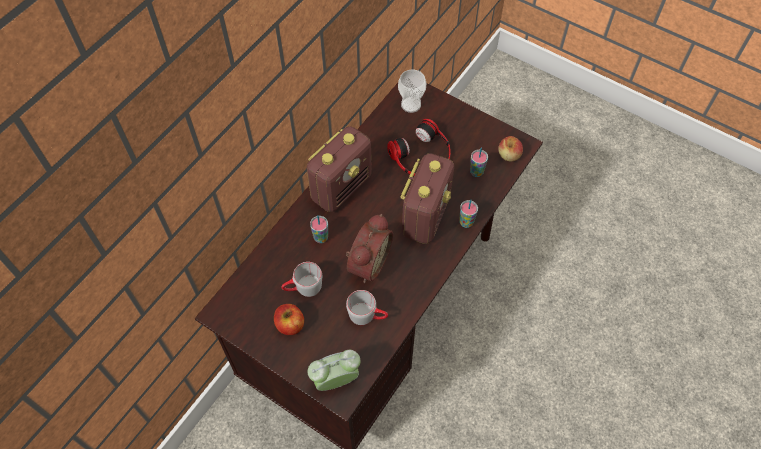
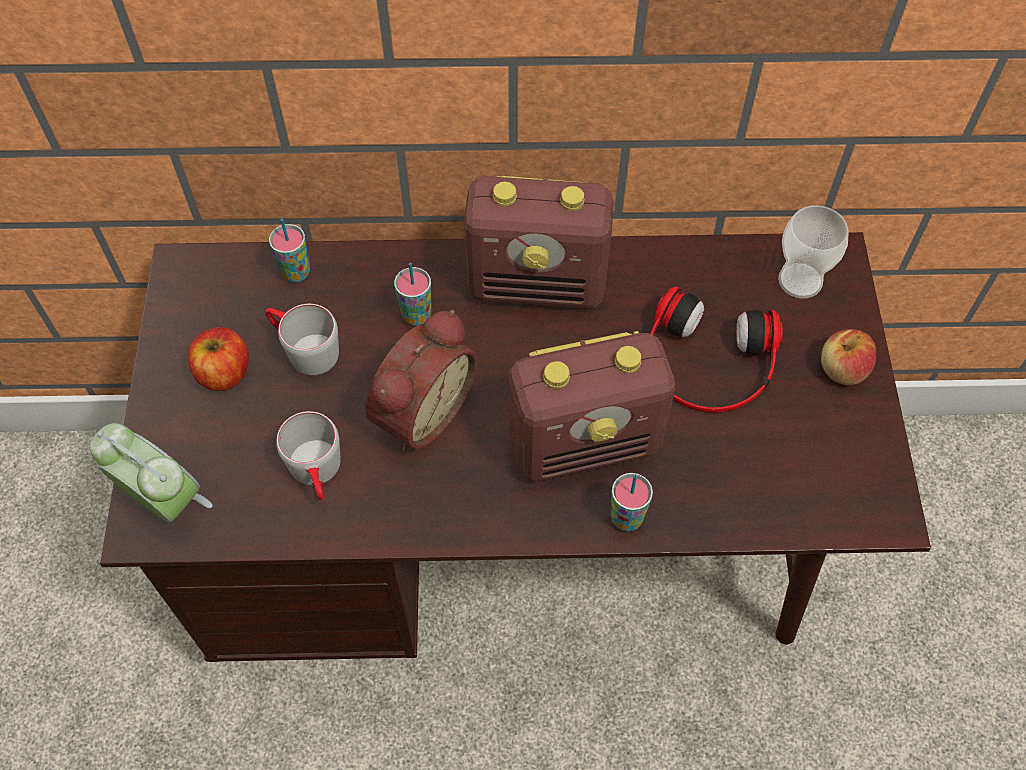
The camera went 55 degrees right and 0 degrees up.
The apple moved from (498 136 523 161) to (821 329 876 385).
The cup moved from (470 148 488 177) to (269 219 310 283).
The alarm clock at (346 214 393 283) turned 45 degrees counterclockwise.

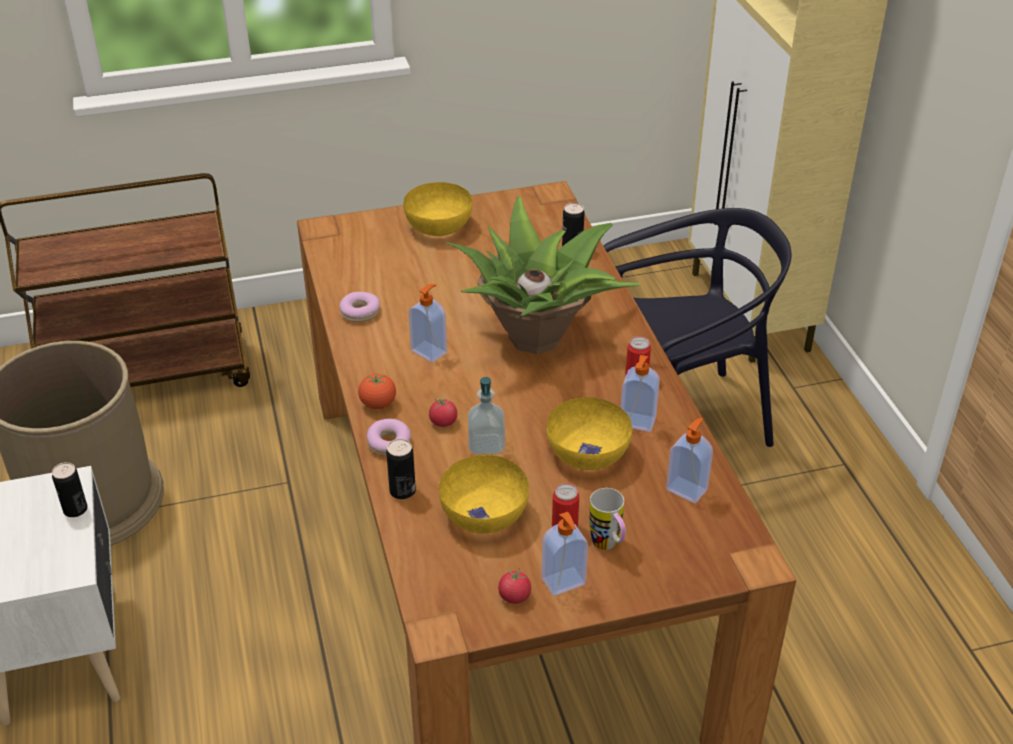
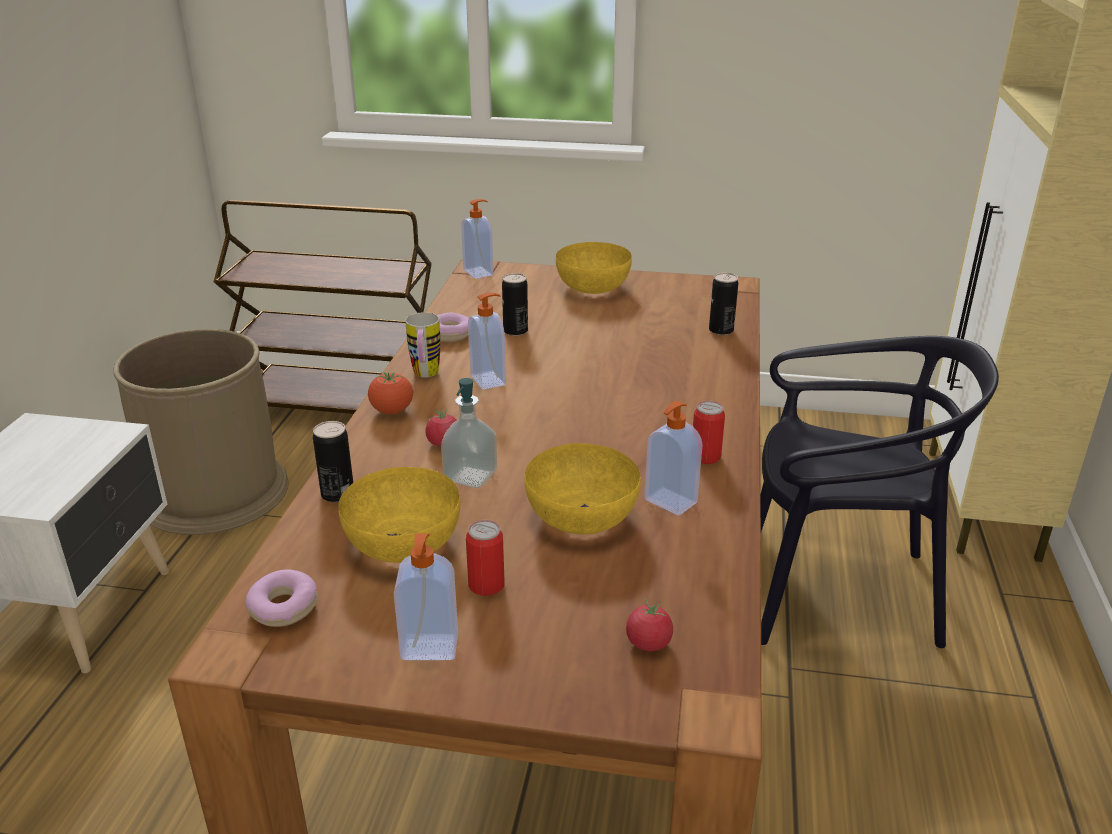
The camera went 25 degrees right and 10 degrees down.
The potted plant at (446 196 640 354) disappeared.
The soap dispenser moved from (666 418 713 503) to (461 199 493 279).
The donut moved from (367 419 411 455) to (245 569 317 627).
The can moved from (52 462 88 517) to (502 273 528 336).
The mug moved from (589 488 626 550) to (405 312 440 378).
The tomato moved from (498 568 531 604) to (626 597 673 651).

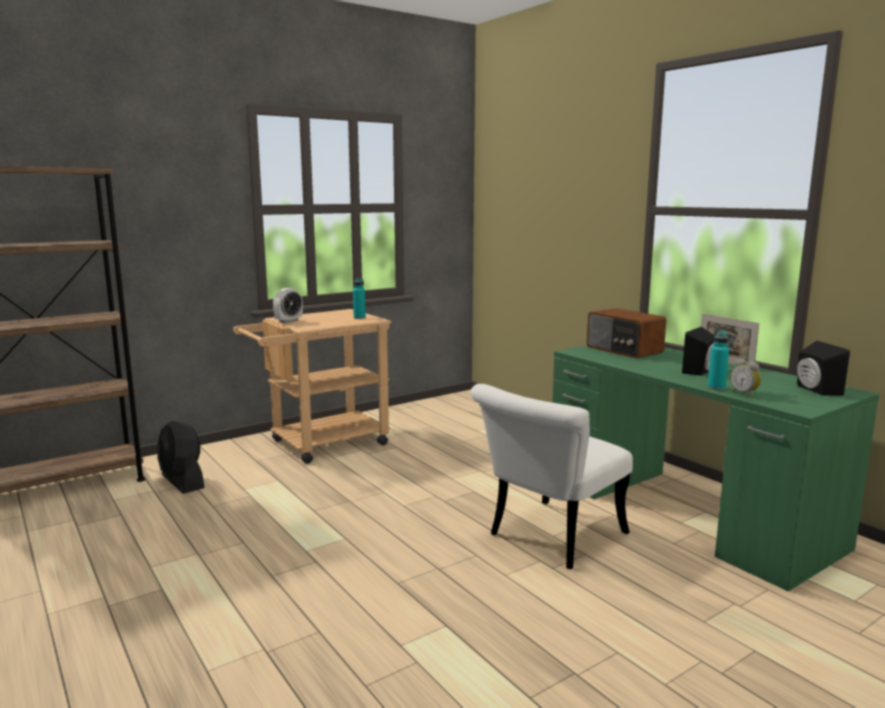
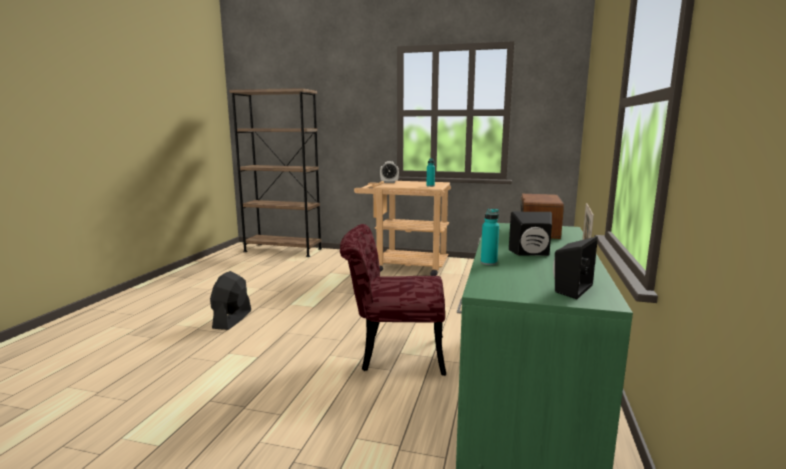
The camera went 50 degrees right and 0 degrees up.
The alarm clock at (731 358 761 398) disappeared.
The white chair at (471 384 633 569) became the red chair at (340 224 446 376).
The black fan moved from (157 421 205 494) to (210 271 251 330).

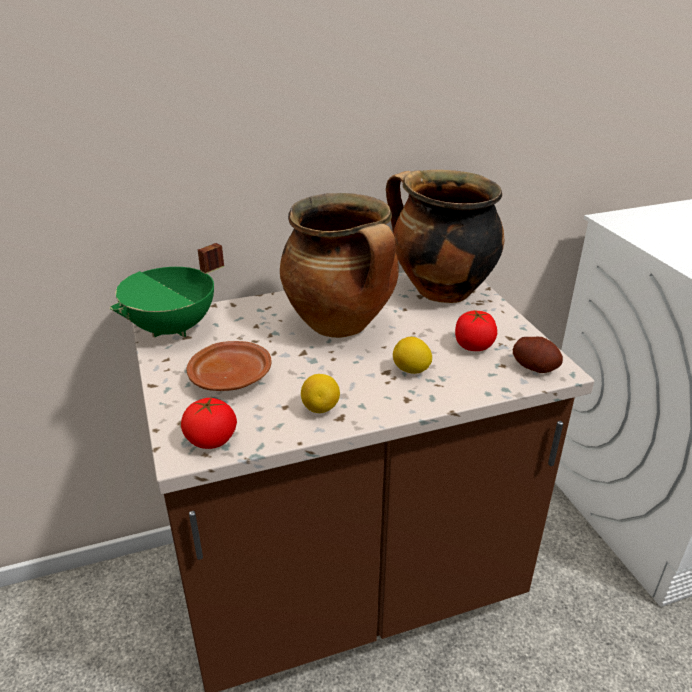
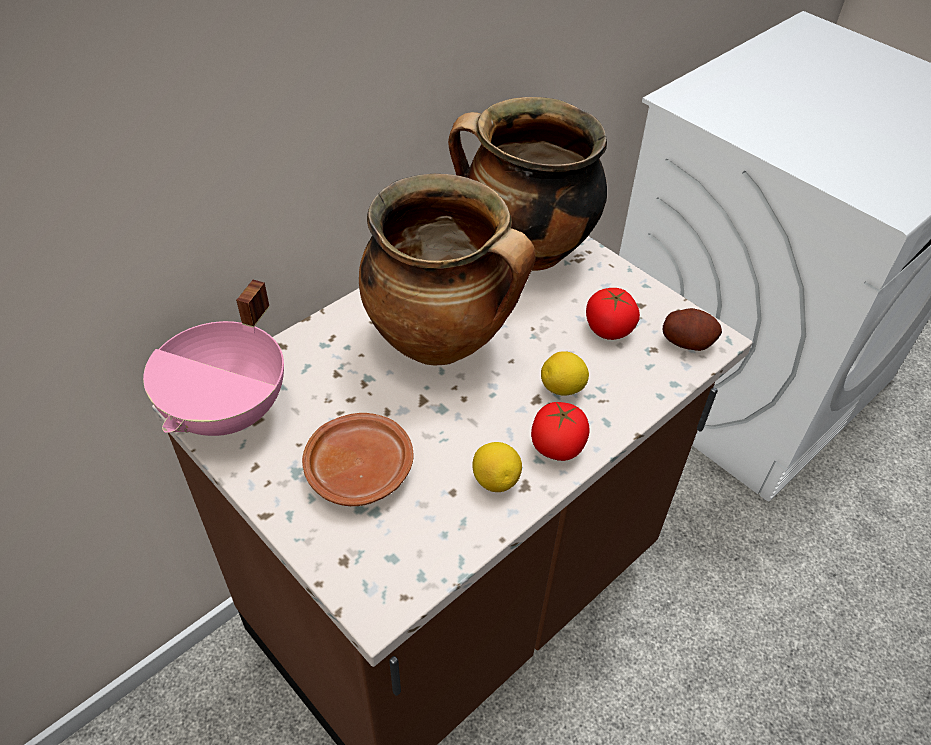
The camera went 25 degrees left and 15 degrees up.
The green cooking pot at (110 243 224 338) became the pink cooking pot at (143 280 284 436).
The tomato moved from (181 397 237 449) to (531 402 590 461).

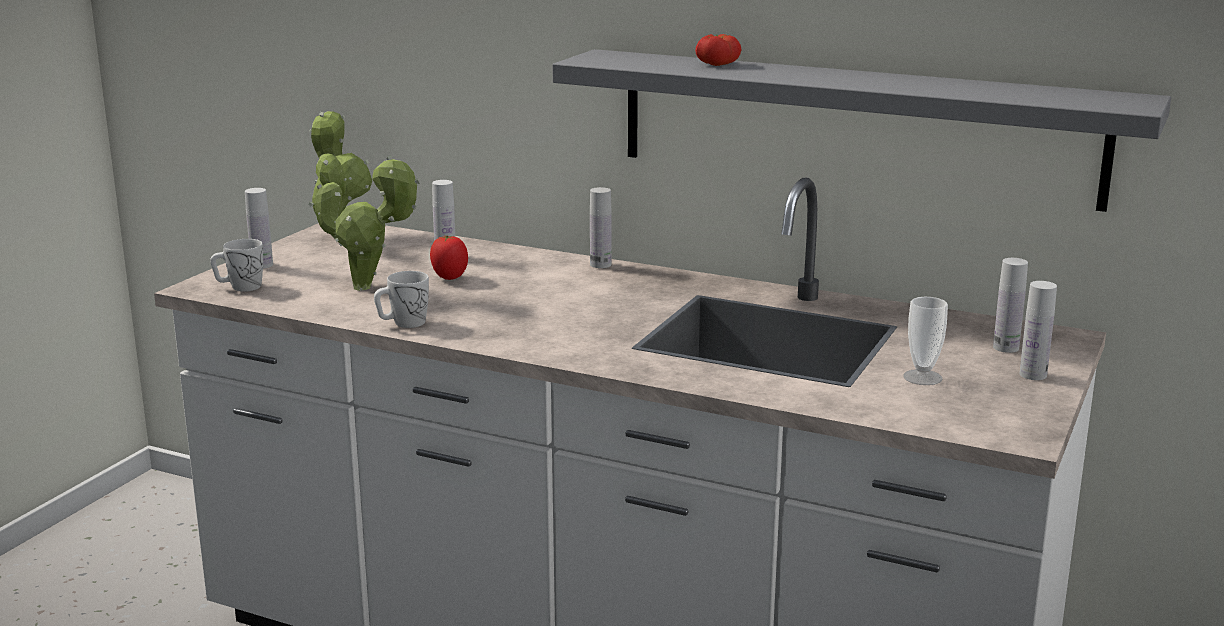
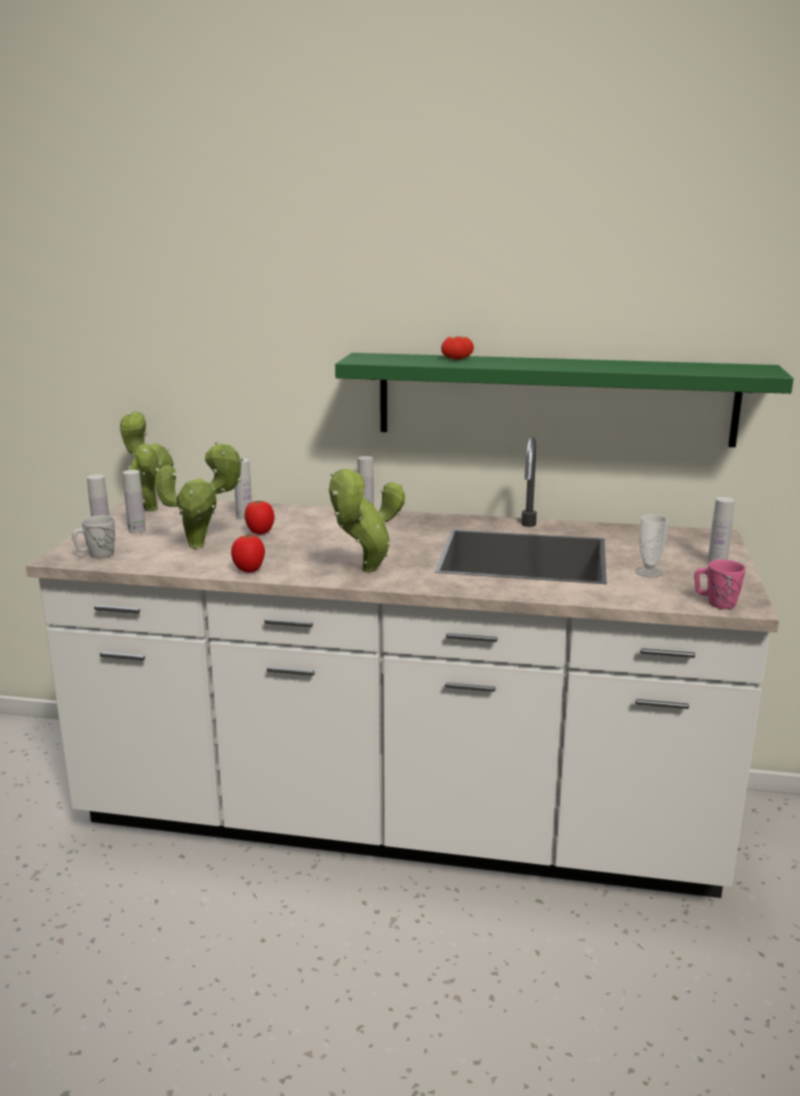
The camera went 15 degrees left and 0 degrees up.
The grey shelf at (552 49 1171 212) became the green shelf at (335 353 794 447).
The white bottle moved from (993 258 1028 353) to (123 470 146 533).
The white mug at (374 271 429 328) was replaced by the tomato at (231 535 265 573).
The potted plant at (329 468 405 572) appeared.
The pink mug at (694 560 745 609) appeared.

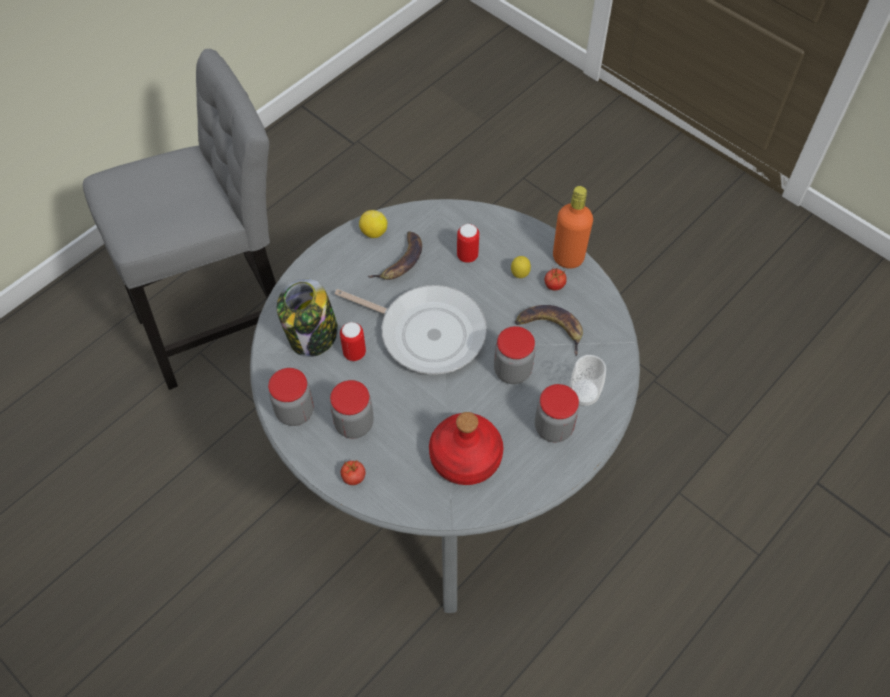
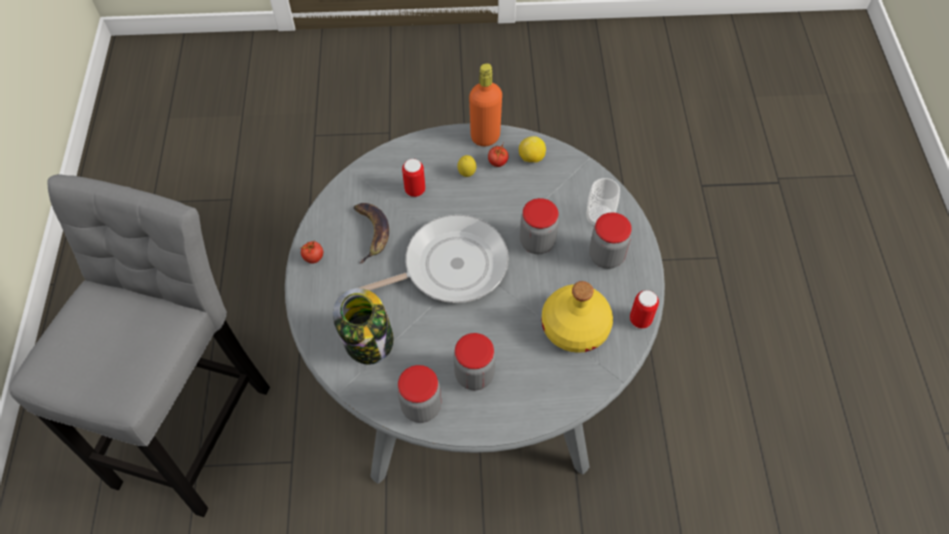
The camera went 45 degrees left and 0 degrees up.
The lemon moved from (359 210 387 238) to (519 136 546 163).
The banana at (515 305 583 356) disappeared.
The can moved from (340 322 366 361) to (630 290 659 329).
The red bottle at (429 412 503 485) became the yellow bottle at (542 281 613 353).
The tomato moved from (341 460 365 485) to (301 241 323 264).

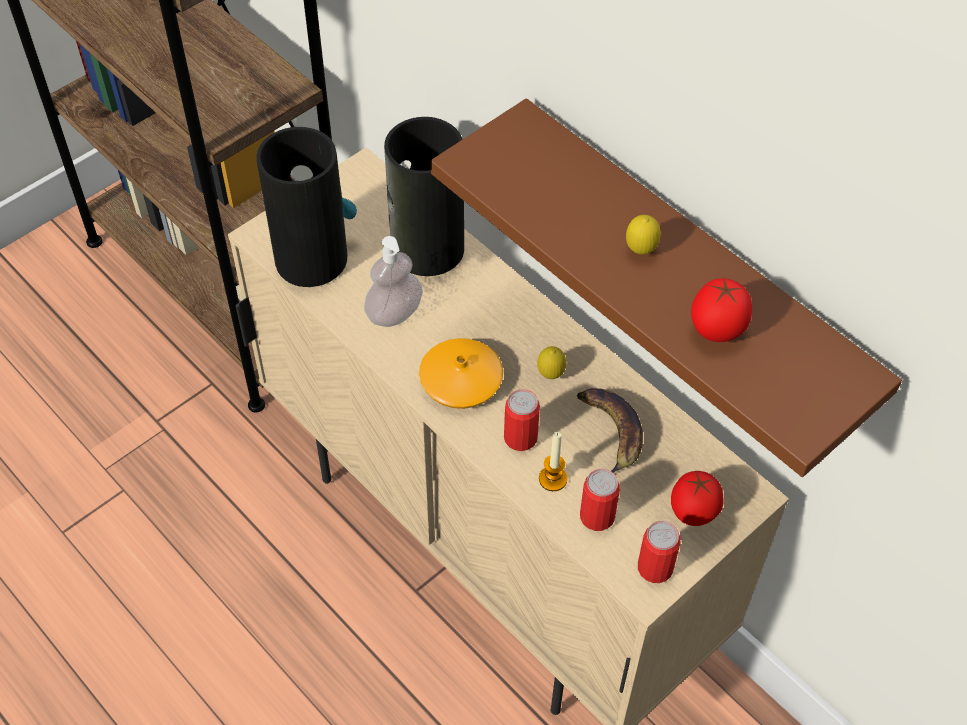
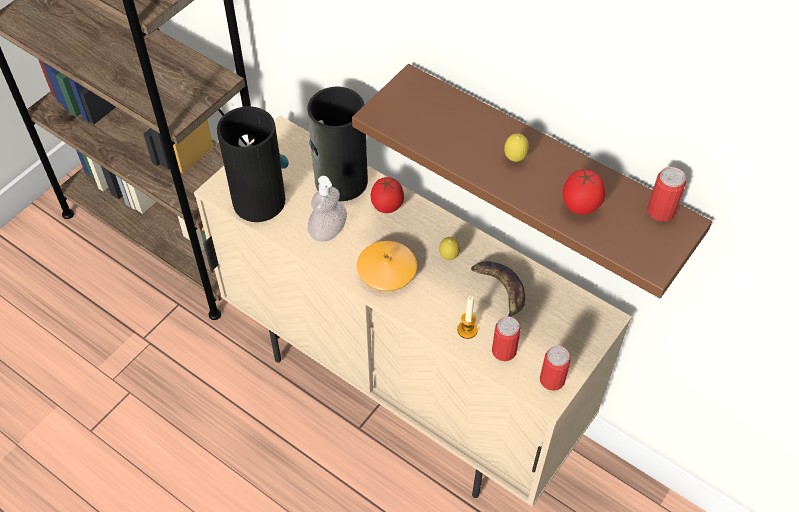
The camera went 10 degrees left and 0 degrees up.
The can moved from (504 389 540 451) to (647 167 686 221).
The tomato moved from (671 471 723 526) to (371 177 404 213).

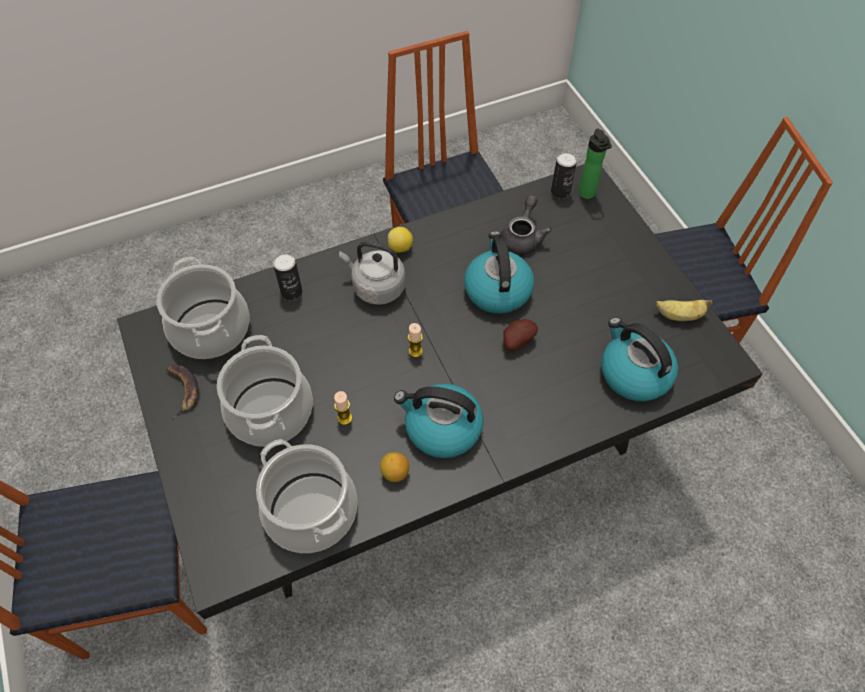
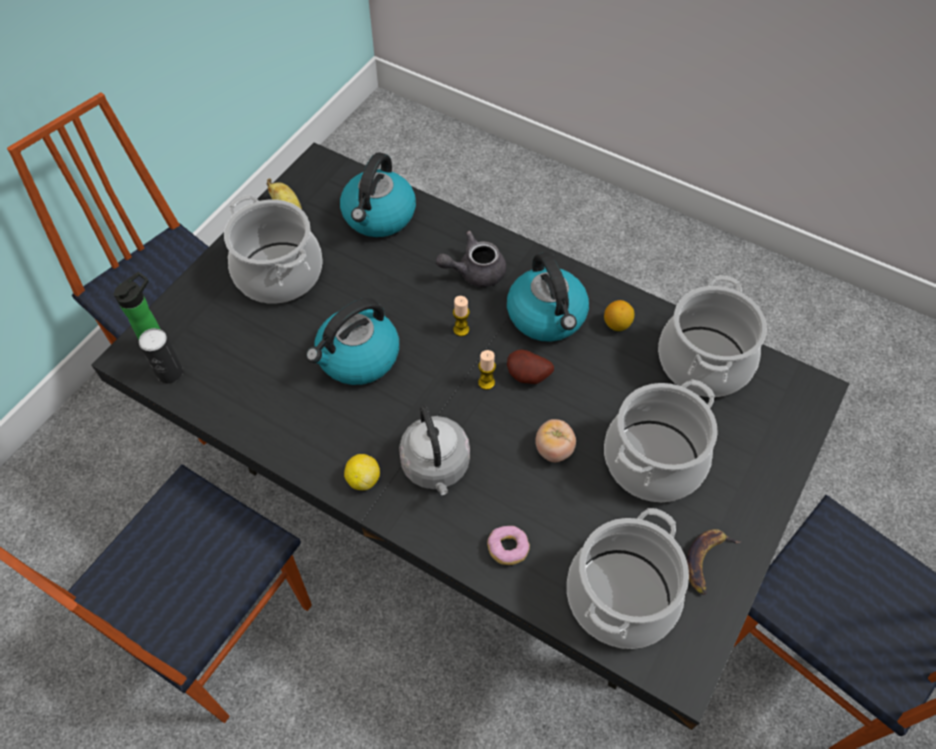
The camera went 125 degrees left and 0 degrees up.
The grey teapot moved from (501 195 552 255) to (436 231 507 287).
The can at (273 253 302 300) was replaced by the donut at (487 526 530 565).
The potato moved from (503 319 538 351) to (507 350 554 384).
The candle moved from (334 391 352 425) to (453 296 470 336).
The cooking pot at (224 195 323 304) appeared.
The tomato at (535 419 576 462) appeared.

